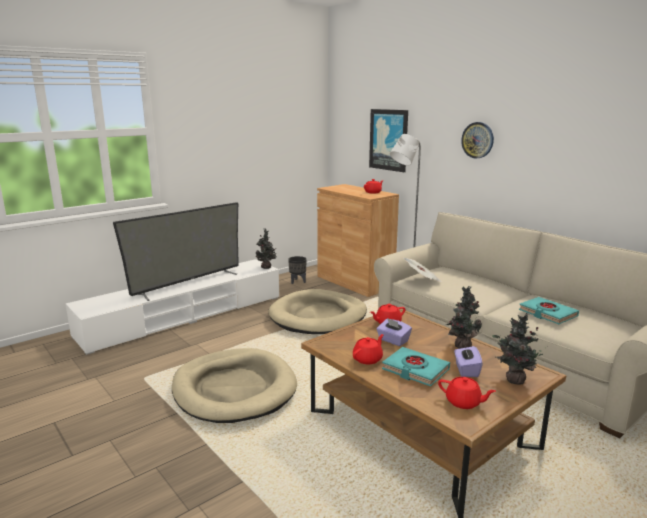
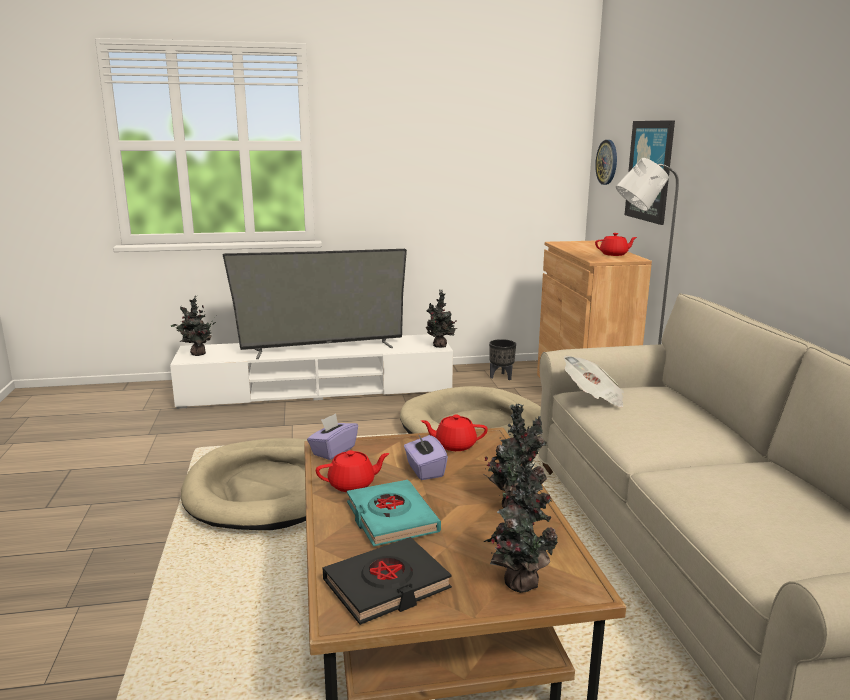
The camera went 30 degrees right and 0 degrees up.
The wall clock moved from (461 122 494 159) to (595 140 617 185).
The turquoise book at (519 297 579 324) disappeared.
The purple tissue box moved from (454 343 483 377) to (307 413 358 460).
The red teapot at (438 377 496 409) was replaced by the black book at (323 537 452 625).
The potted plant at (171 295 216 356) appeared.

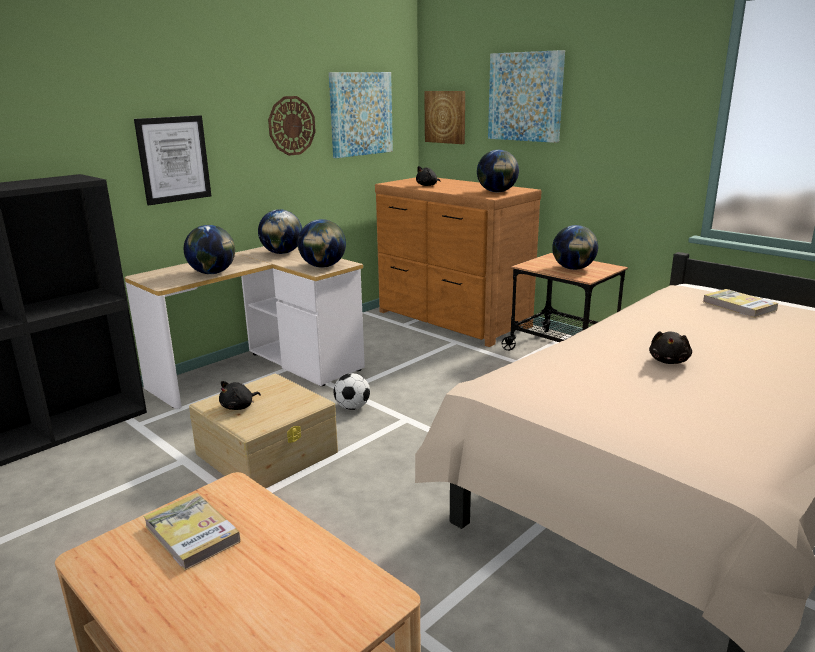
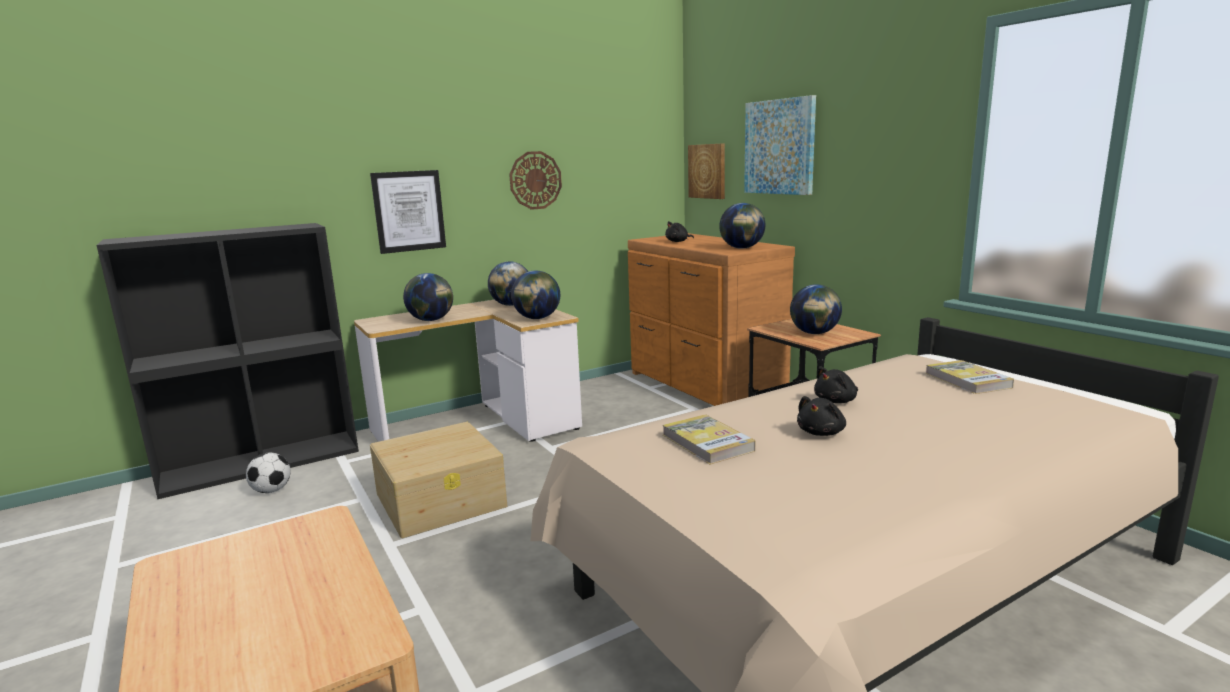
The camera went 15 degrees right and 5 degrees down.
The picture at (329 72 393 158) disappeared.
The football moved from (334 373 370 410) to (246 453 291 493).
The black plush toy moved from (219 381 261 410) to (814 366 858 403).
The book moved from (143 493 241 571) to (662 414 755 465).

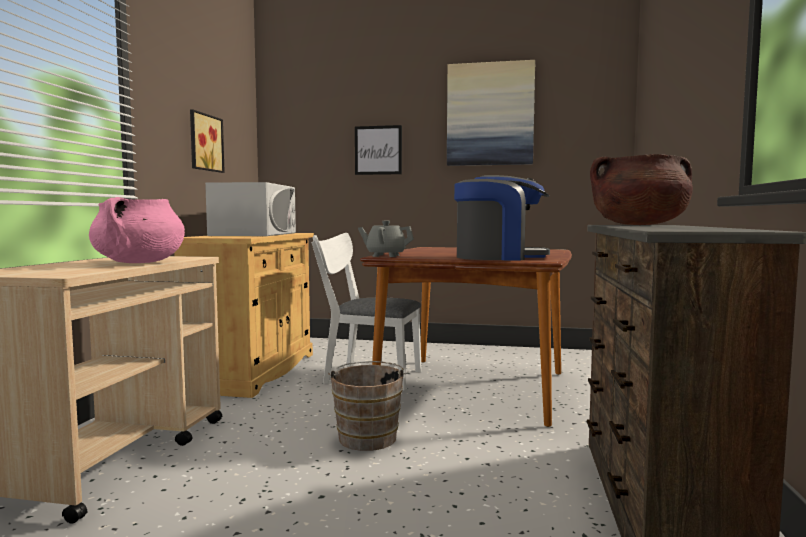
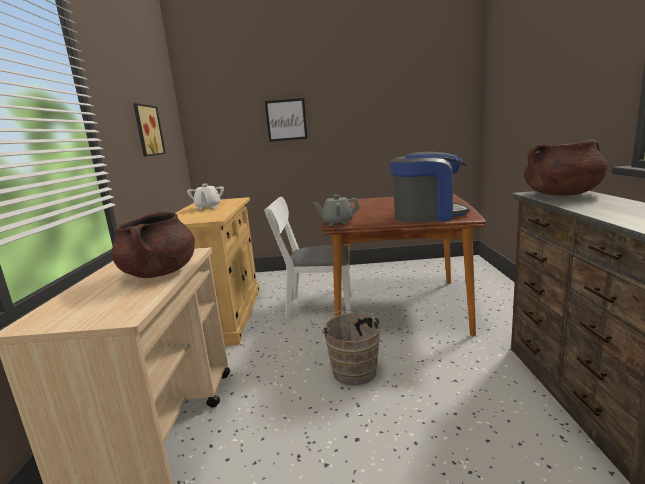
The camera went 10 degrees left and 10 degrees up.
The picture at (447 60 535 166) disappeared.
The white microwave at (205 182 296 236) was replaced by the white teapot at (187 184 224 210).
The pink cooking pot at (89 197 185 263) became the brown cooking pot at (111 211 195 278).

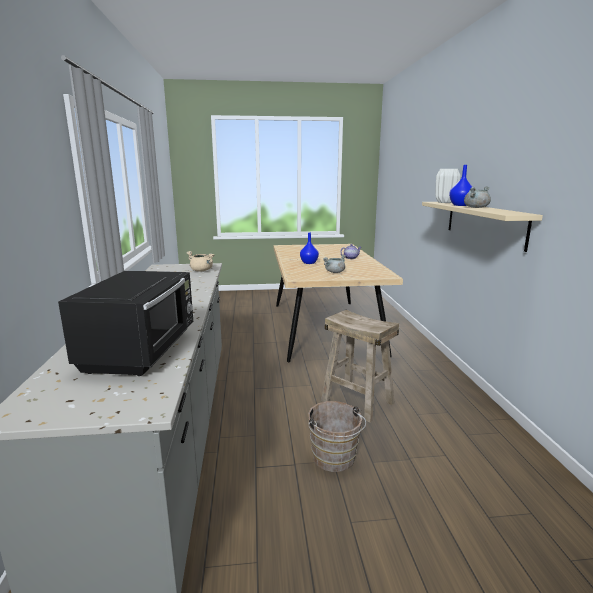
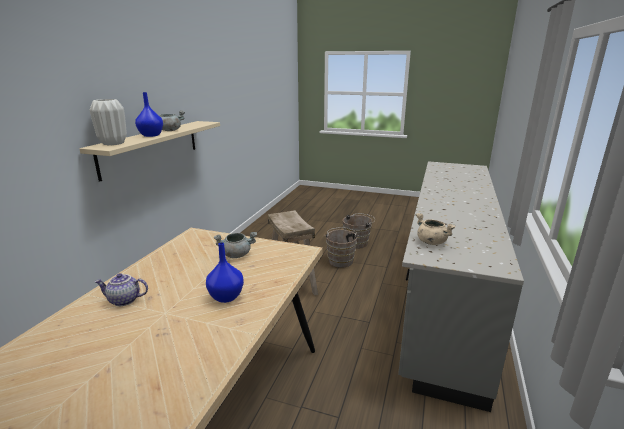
The camera went 155 degrees left and 5 degrees up.
The black microwave at (58 271 193 376) disappeared.
The brown bucket at (343 214 375 249) appeared.

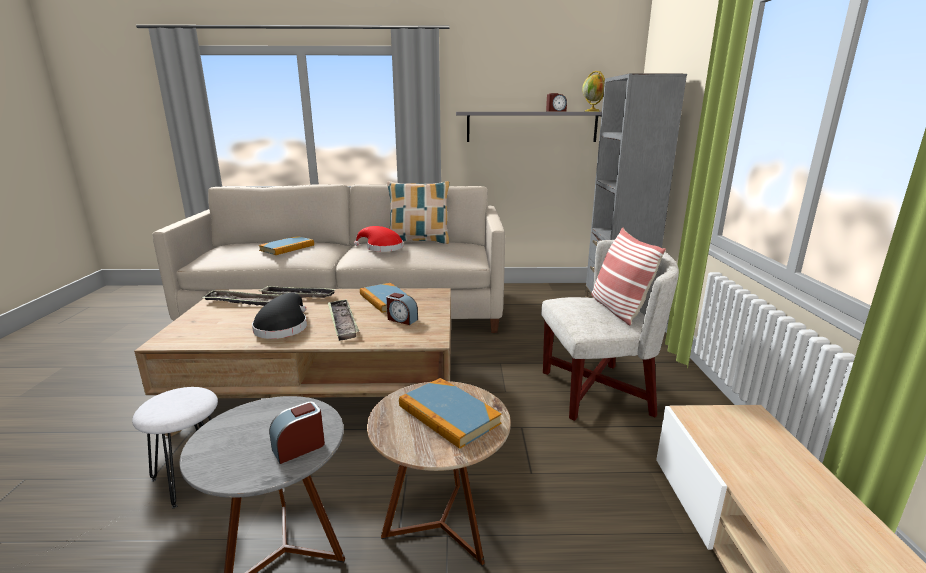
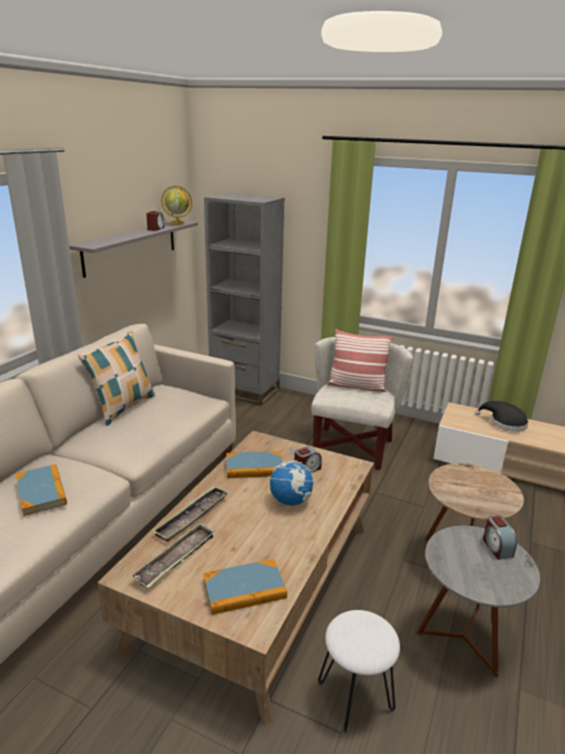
The camera went 65 degrees left and 5 degrees up.
The red hat at (354 226 403 252) disappeared.
The black hat moved from (252 293 307 339) to (475 401 529 432).
The tray at (327 299 359 341) was replaced by the globe at (267 446 316 506).
The book moved from (399 378 502 449) to (203 559 287 615).

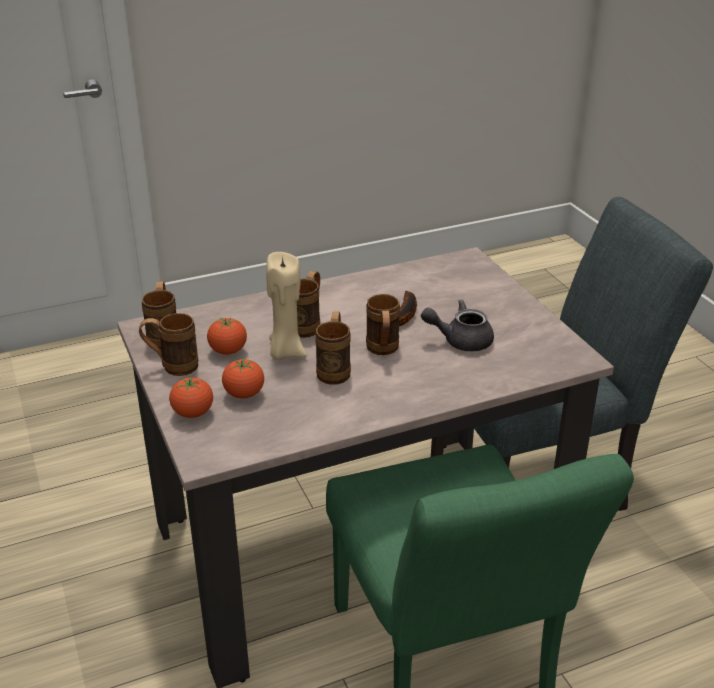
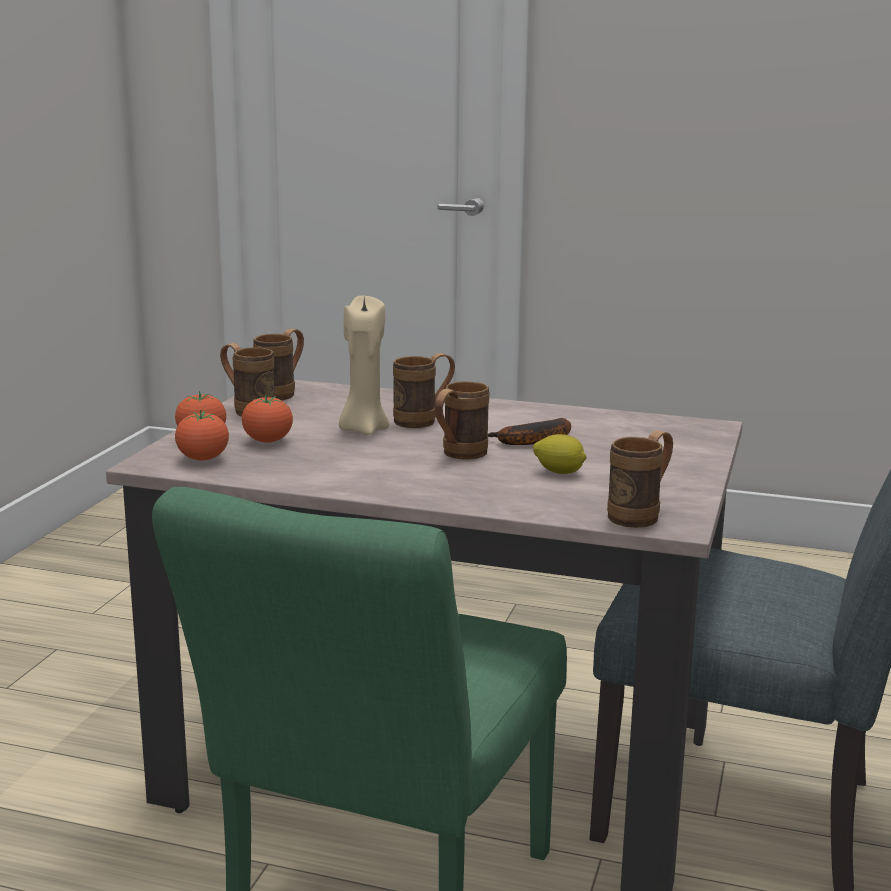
The camera went 40 degrees right and 15 degrees down.
The grey teapot at (421 300 494 351) was replaced by the lemon at (533 434 587 474).
The brown mug moved from (315 312 351 385) to (607 430 673 528).
The tomato moved from (207 318 247 355) to (175 410 229 461).

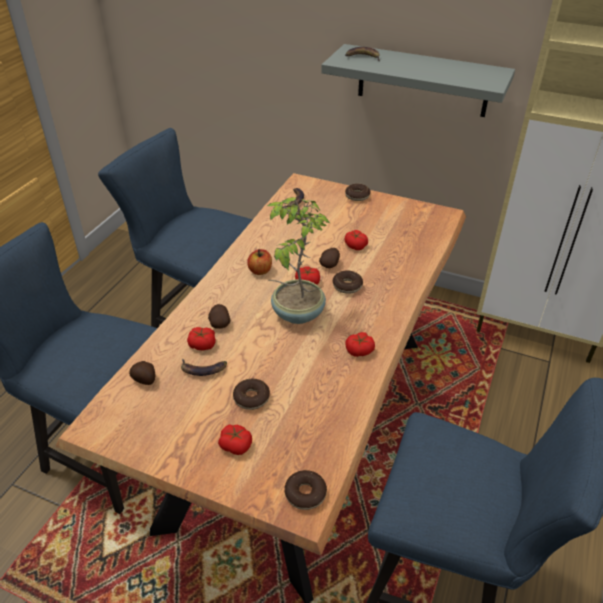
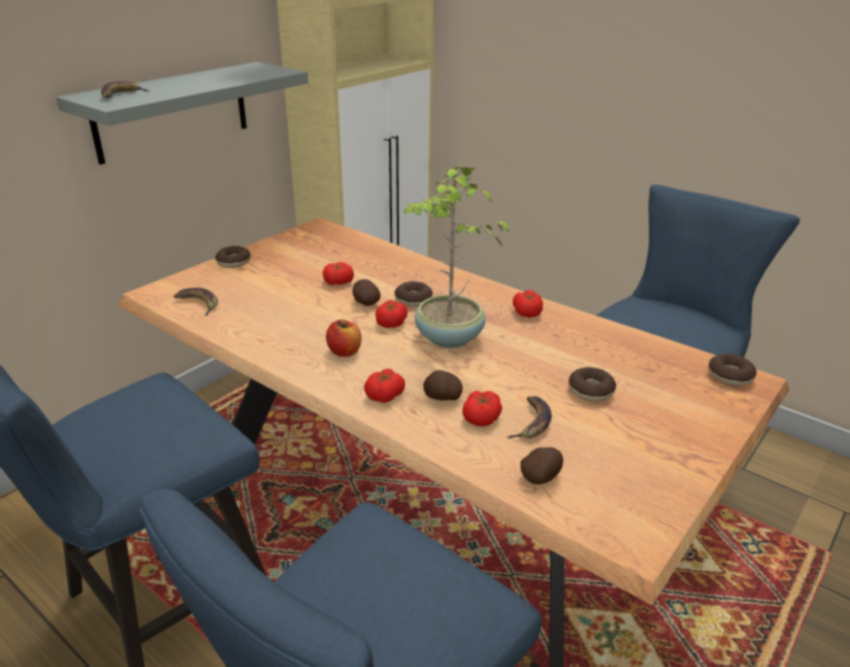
The camera went 75 degrees left and 10 degrees down.
The tomato moved from (218 424 252 455) to (364 369 405 403).

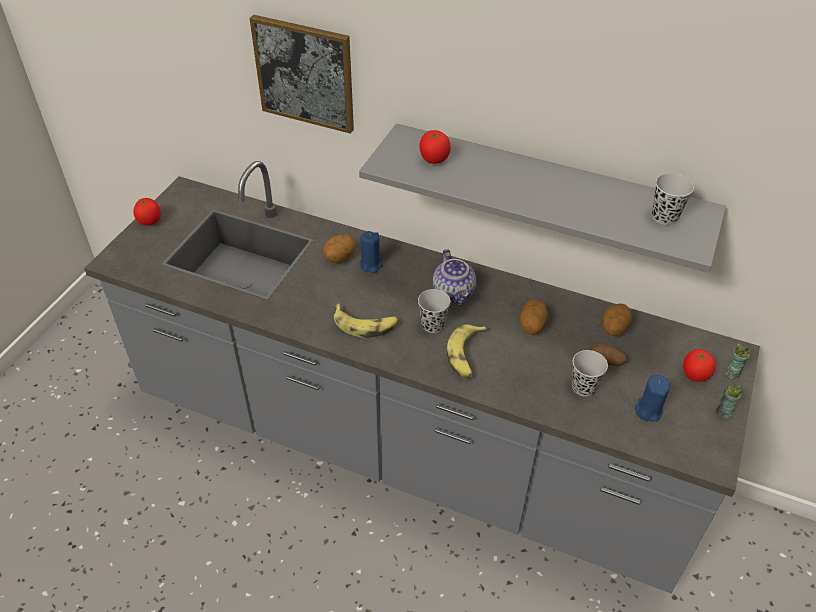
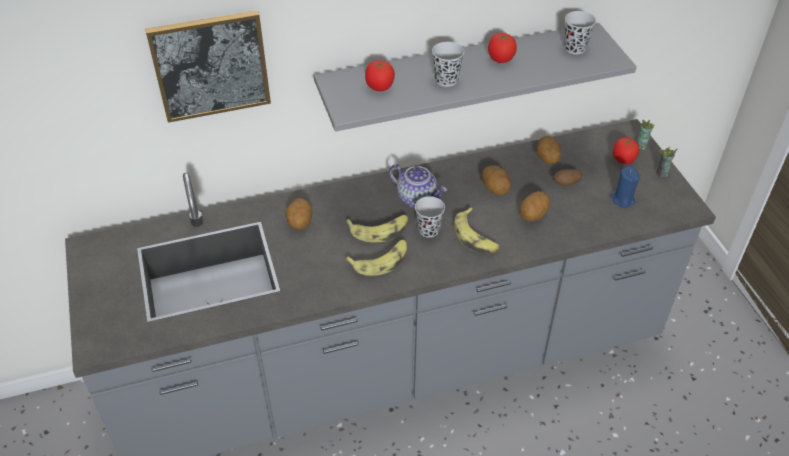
The camera went 40 degrees left and 0 degrees up.
The tomato moved from (133 198 161 225) to (488 33 517 63).
The blue candle at (359 231 383 273) disappeared.
The black cup moved from (572 350 608 397) to (432 42 464 87).
The potato at (520 191 550 221) appeared.
The banana at (346 215 408 243) appeared.

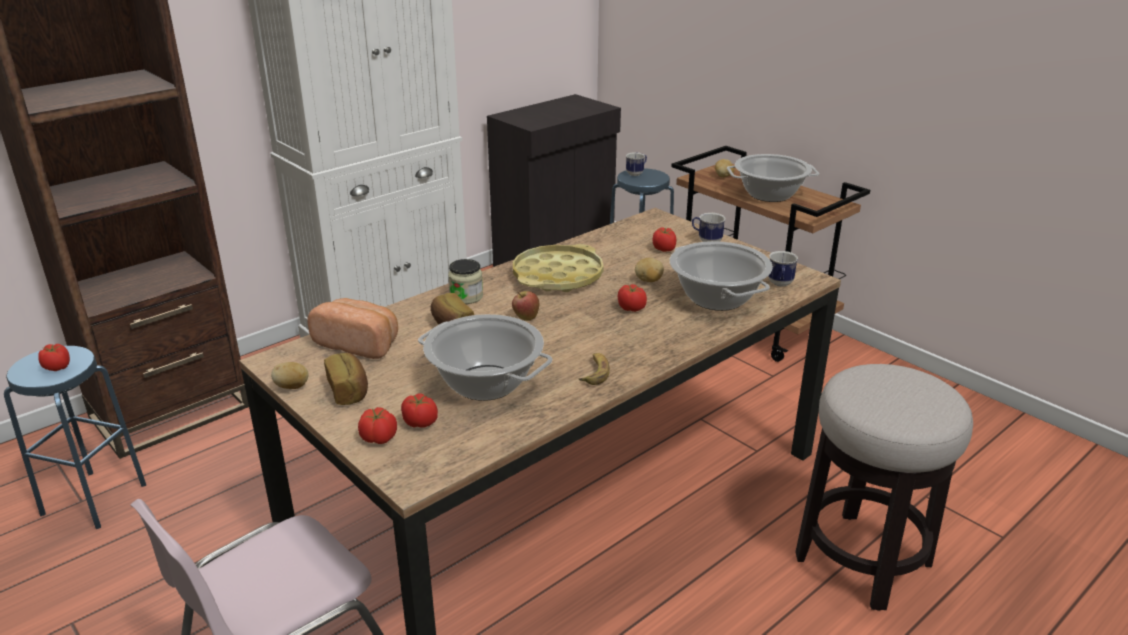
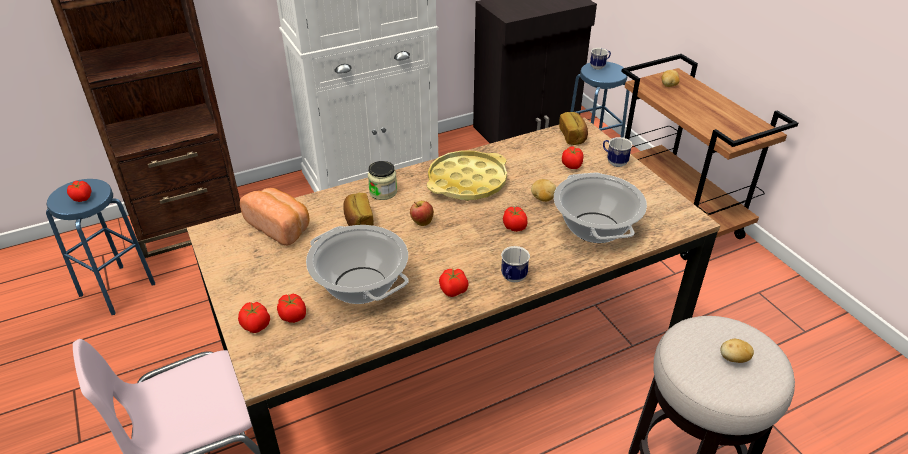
The camera went 15 degrees right and 10 degrees up.
The cooking pot at (727 154 819 202) disappeared.
The mug moved from (768 251 798 286) to (501 246 530 282).
The bread moved from (324 353 368 405) to (559 112 588 145).
The banana at (578 353 610 385) was replaced by the tomato at (439 268 469 297).
The potato moved from (271 362 309 389) to (720 339 754 363).

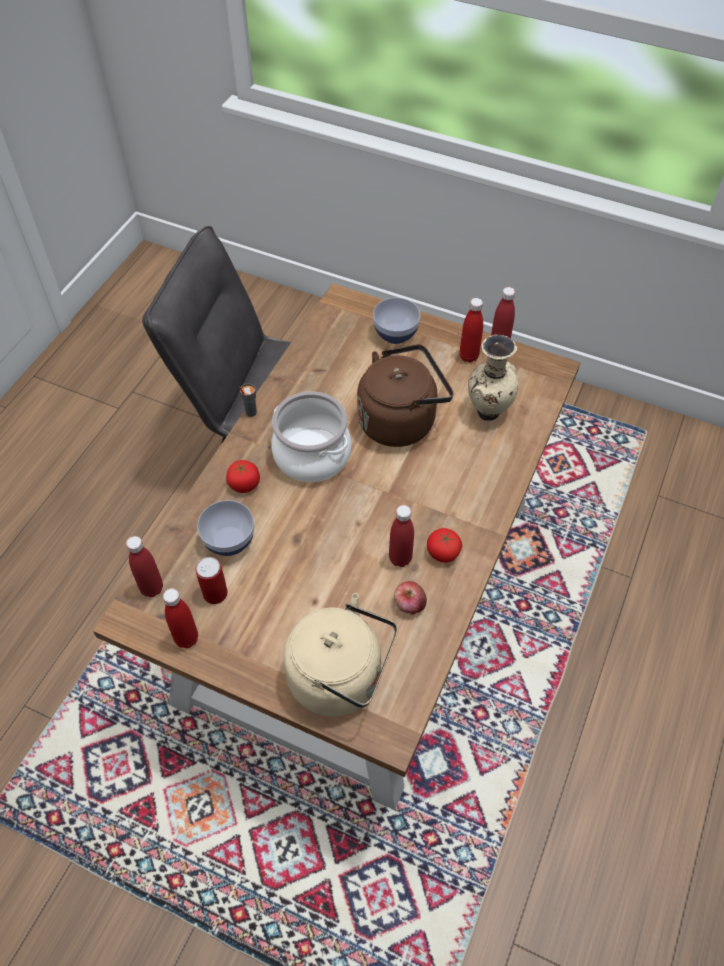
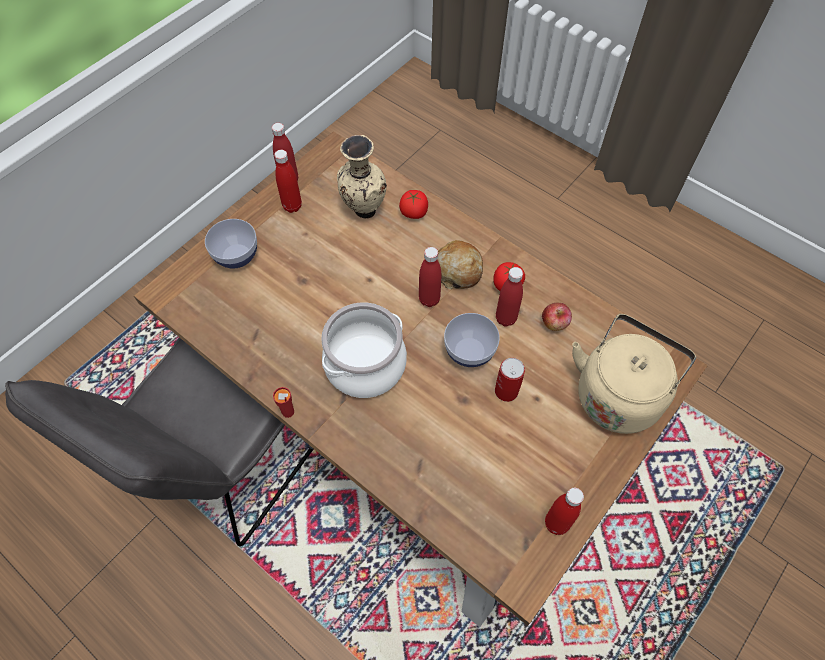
The camera went 75 degrees left and 5 degrees up.
The brown kettle at (357 344 454 447) disappeared.
The grey cup at (239 384 257 417) became the red cup at (273 387 294 418).
The tomato moved from (226 460 260 493) to (399 190 428 219).
The bowl moved from (197 500 254 556) to (444 313 500 367).
The red bottle moved from (126 536 163 597) to (419 247 442 307).
The can moved from (196 557 228 604) to (495 358 525 402).
The bread at (437 240 483 290) appeared.

